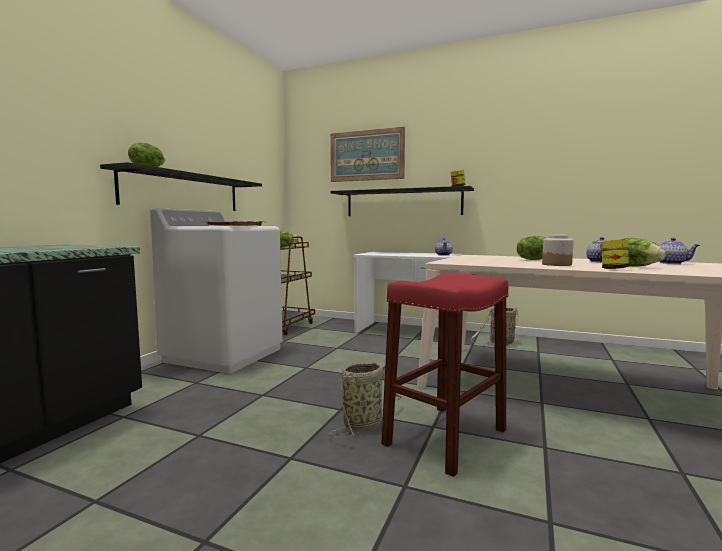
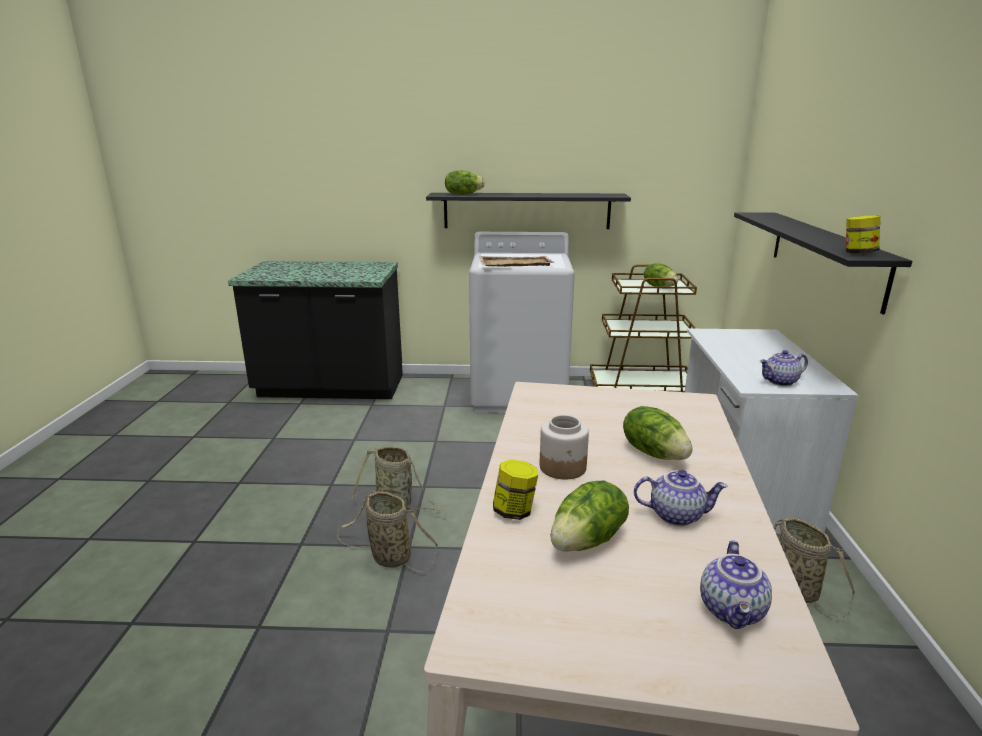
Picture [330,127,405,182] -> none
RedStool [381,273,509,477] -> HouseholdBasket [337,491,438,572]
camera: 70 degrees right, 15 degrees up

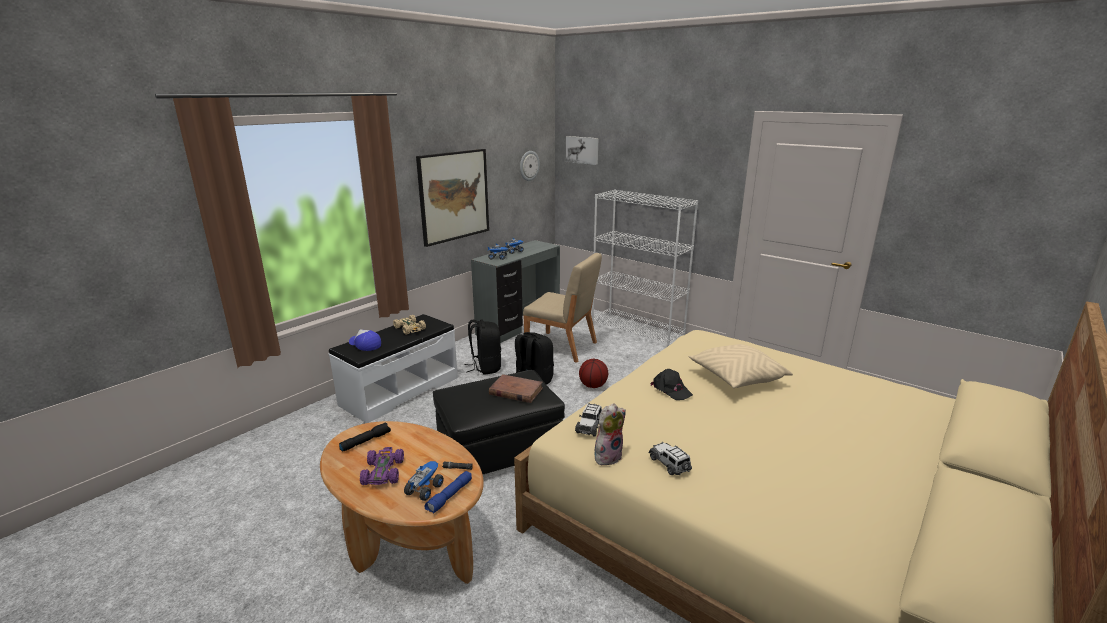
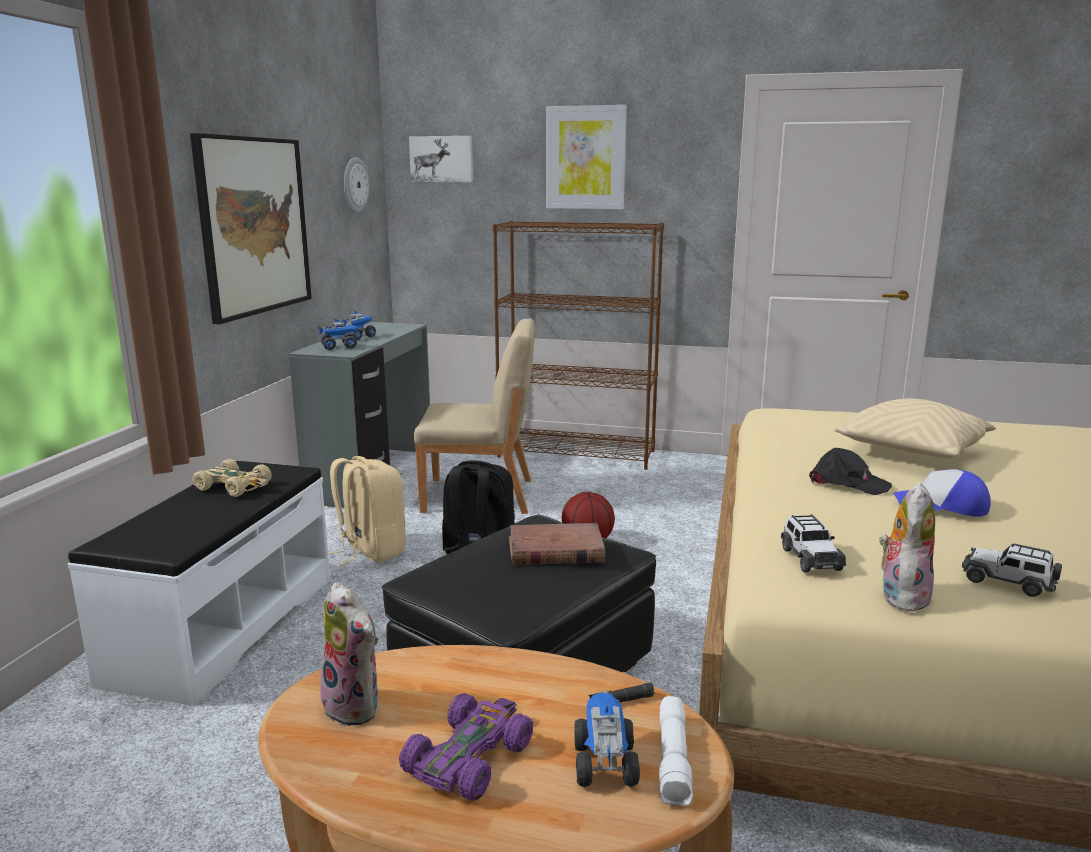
none -> Picture [546,105,627,209]
BaseballCap [349,329,381,351] -> BaseballCap [893,469,991,517], relocated
BlackHandTorch [339,422,391,452] -> CuddlyToy [318,582,378,727]
BluishHandTorch [424,471,472,514] -> WhitishHandTorch [659,696,693,805]
BlackKnapsack [464,319,501,375] -> SandColouredKnapsack [328,456,406,566]
WhitishShelvingUnit [592,189,698,347] -> BrownishShelvingUnit [493,221,664,470]
PurpleColouredMiniatureCar [360,447,404,485] -> PurpleColouredMiniatureCar [399,693,533,801], 60 degrees clockwise
camera: 25 degrees left, 5 degrees down

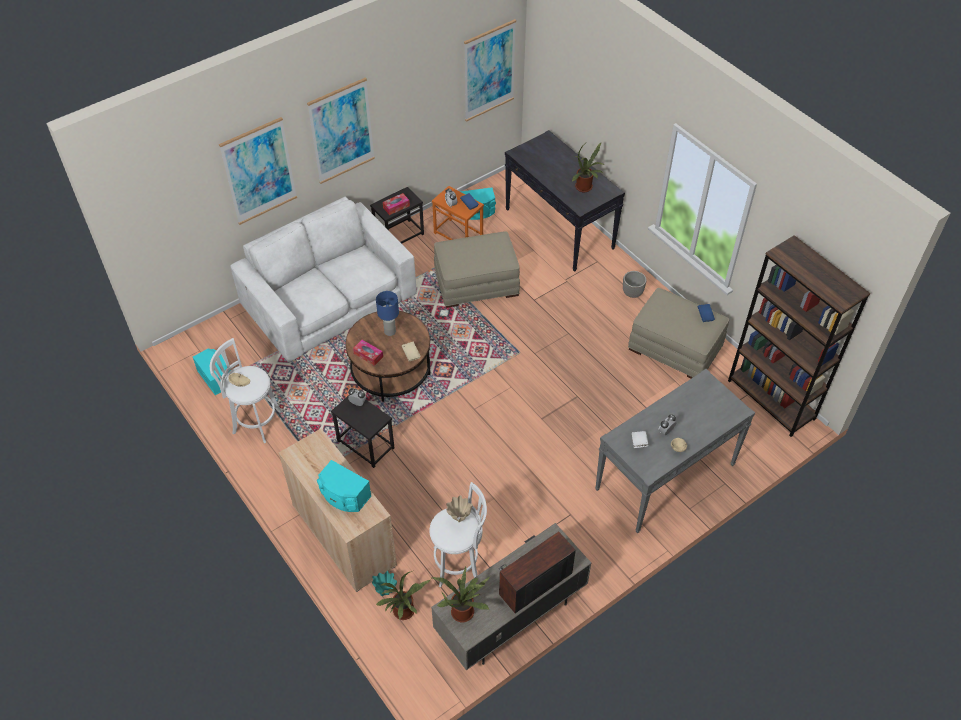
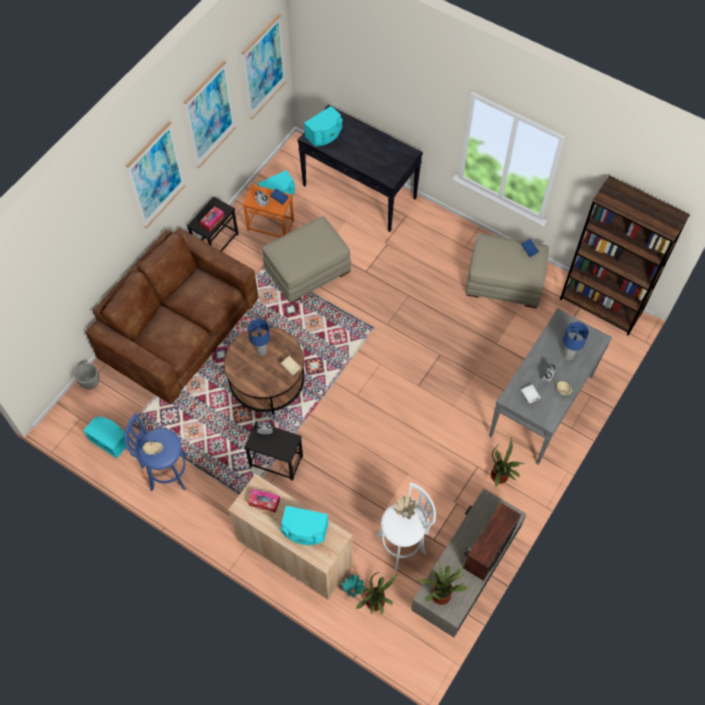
none -> BlueGreenLoudspeaker [304,106,343,146]
none -> BluishLampForATable [563,322,589,360]
Picture [219,117,297,225] -> Picture [184,60,236,168], relocated
TissueHolder [353,340,383,366] -> TissueHolder [248,489,280,513], relocated
Houseplant [572,143,605,192] -> Houseplant [491,437,525,488], relocated
Planter [623,271,647,298] -> Planter [74,363,100,390], relocated
WhitishStool [210,338,283,443] -> BluishStool [125,413,187,491]
WhitishCouch [230,196,417,362] -> BrownishCouch [86,228,259,404]
camera: 20 degrees left, 10 degrees up

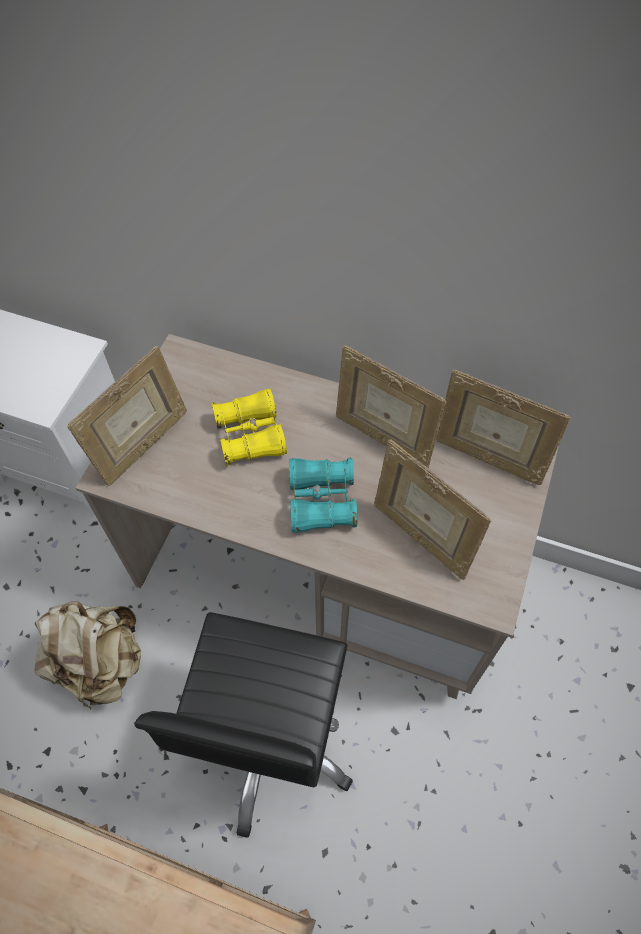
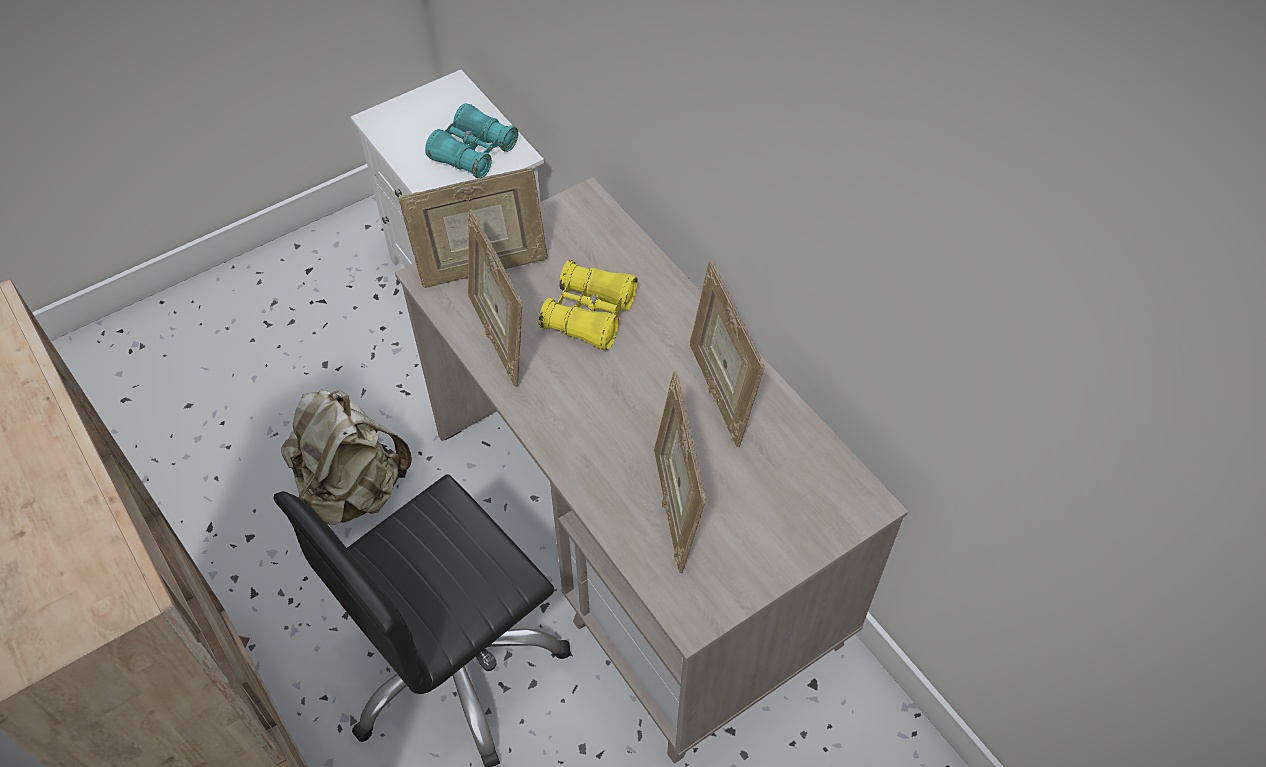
BlueGreenBinoculars [289,458,357,533] -> BlueGreenBinoculars [425,103,518,179], relocated
PictureFrame [436,370,571,485] -> PictureFrame [468,209,522,387], relocated
camera: 35 degrees right, 5 degrees down

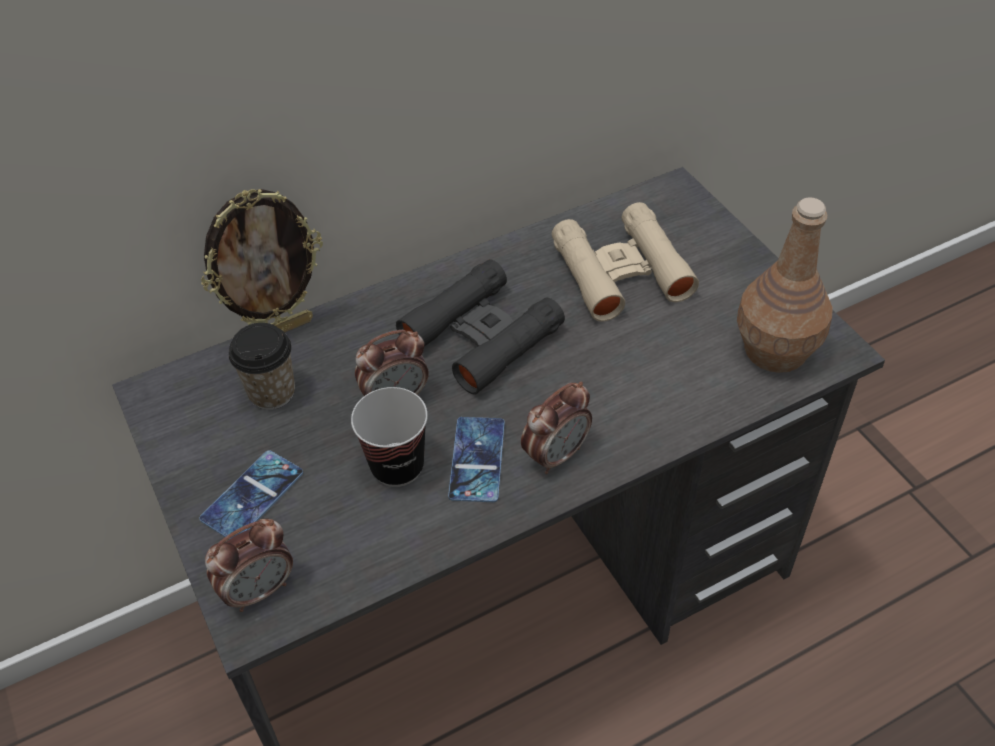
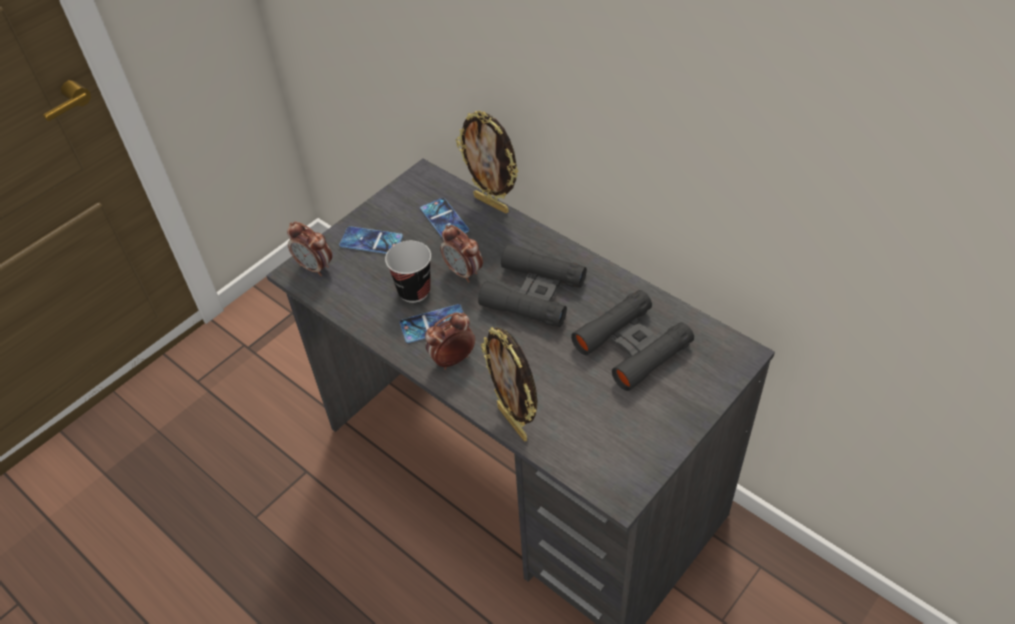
BrownishBottle [737,197,833,373] -> none
none -> PictureFrame [481,327,537,441]
Cup [229,323,295,410] -> Phone [420,198,469,237]
SandColouredBinoculars [552,202,699,322] -> BlackBinoculars [571,290,694,391]
TableClock [521,382,592,474] -> TableClock [425,312,475,370], 120 degrees clockwise
camera: 70 degrees right, 0 degrees up

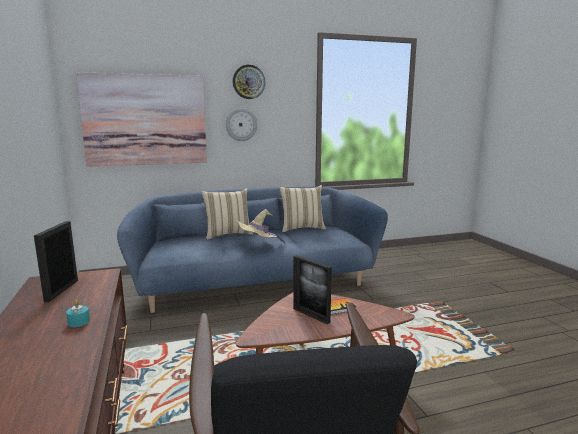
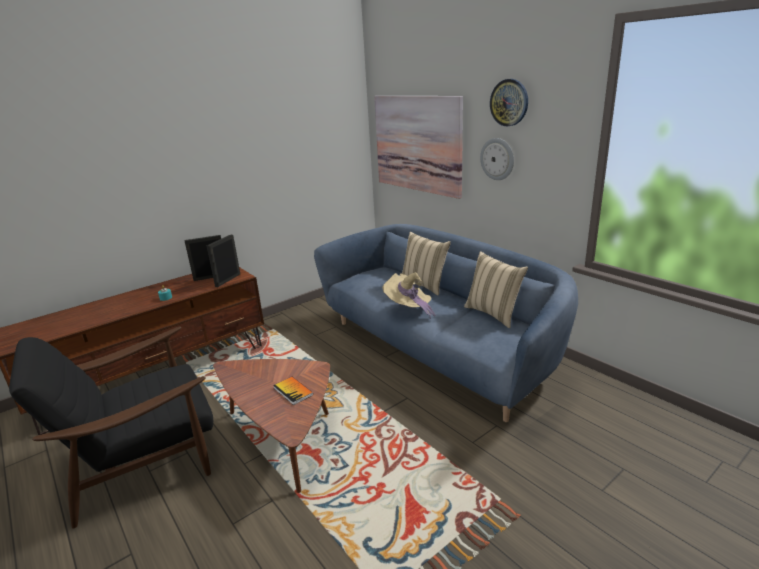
PictureFrame [293,255,332,324] -> PictureFrame [207,234,240,287], relocated
camera: 70 degrees right, 10 degrees up

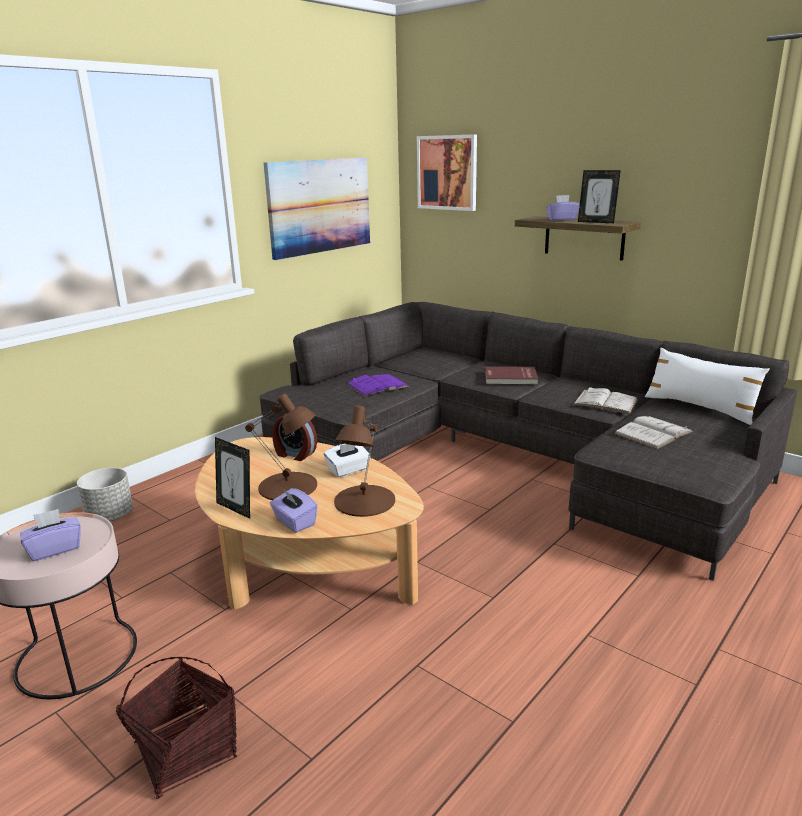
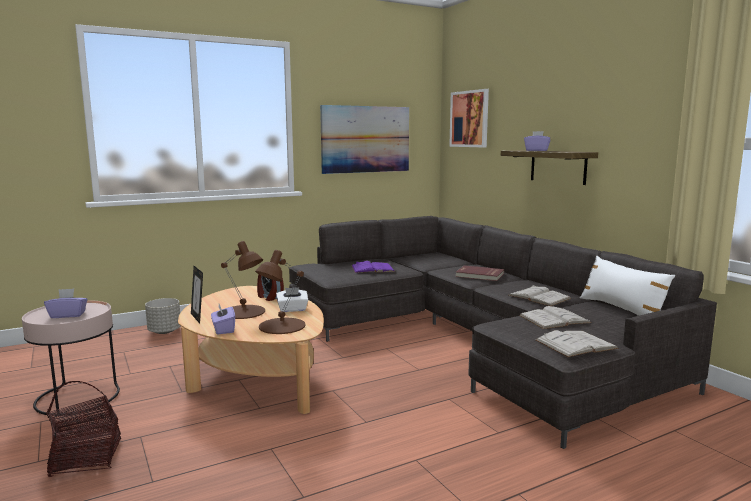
PictureFrame [578,170,621,223] -> none
none -> WhitishVolume [535,330,619,357]
camera: 20 degrees right, 10 degrees down

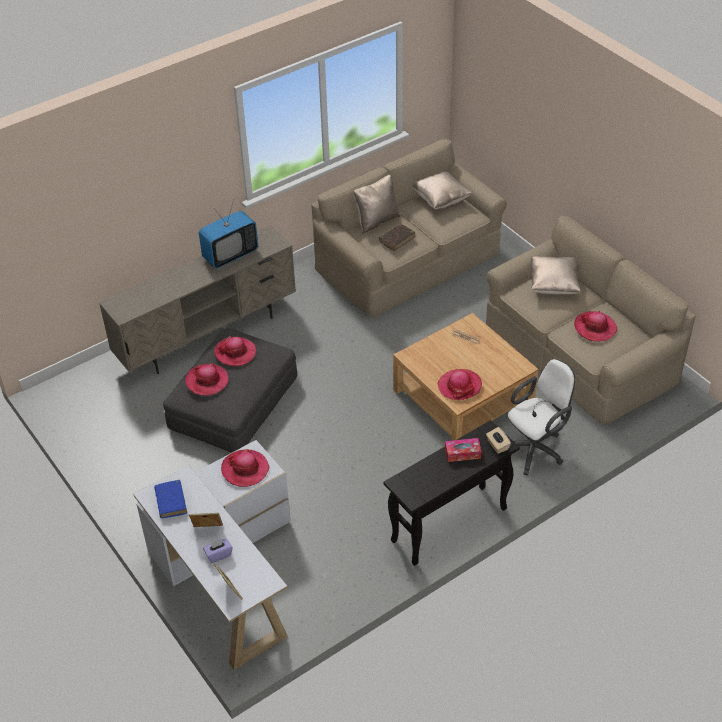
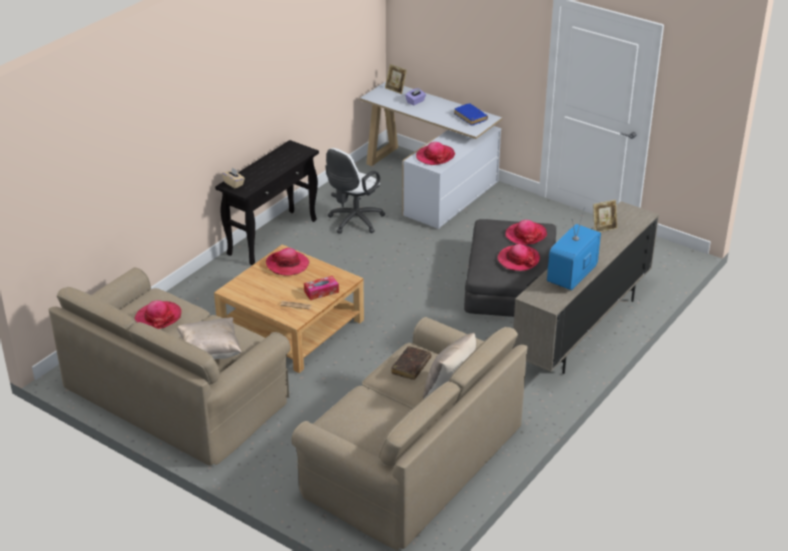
SandColouredThrowPillow [413,170,472,209] -> none
PictureFrame [189,513,223,527] -> PictureFrame [593,200,618,232], relocated
TissueHolder [445,438,481,462] -> TissueHolder [304,276,339,300], relocated
WhitishDeskChair [508,359,575,476] -> WhitishDeskChair [325,148,385,234], relocated
camera: 160 degrees right, 10 degrees down

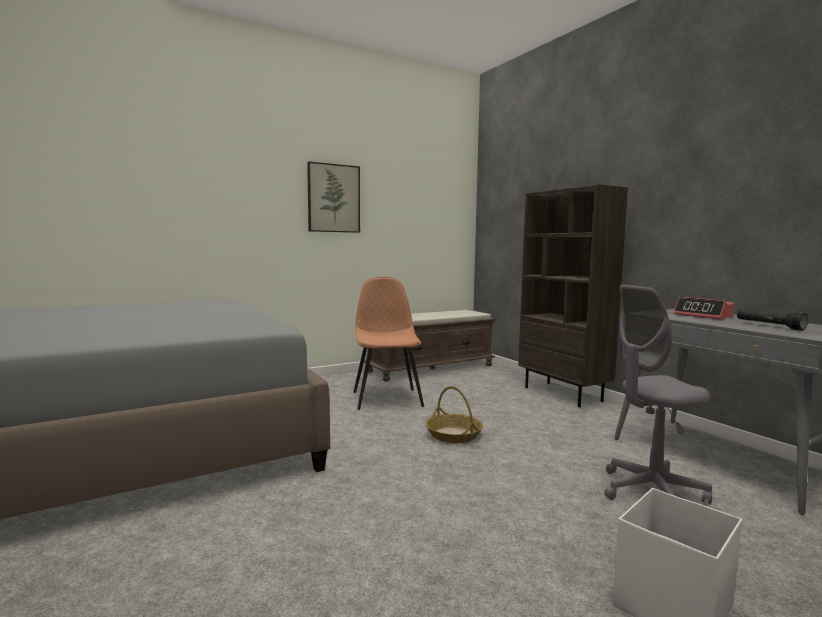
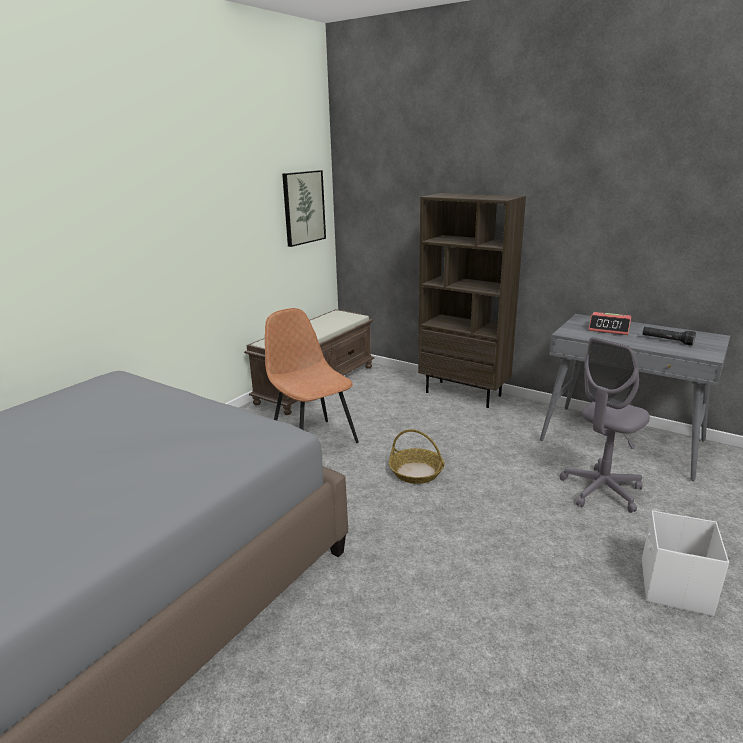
Picture [307,162,360,233] -> Picture [282,170,326,247], relocated
camera: 25 degrees left, 15 degrees up

